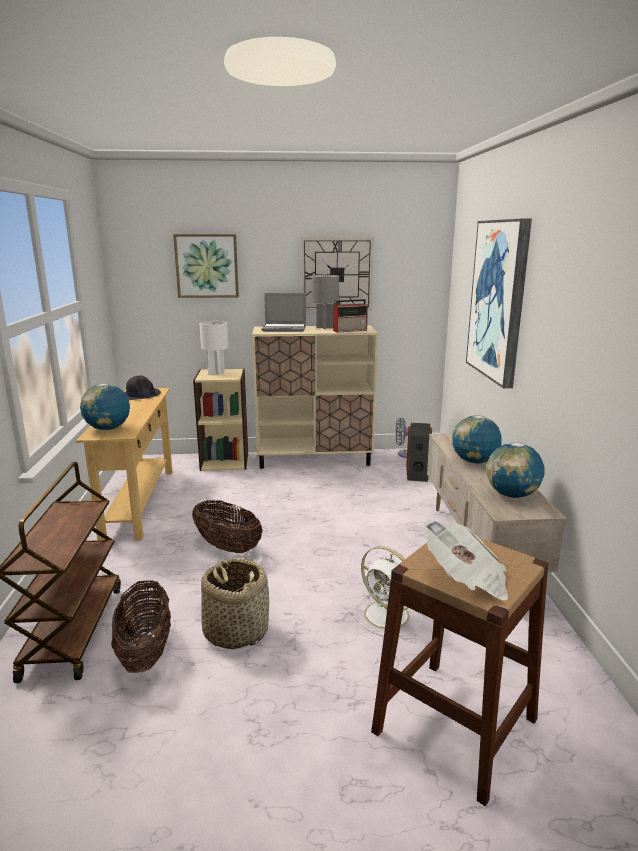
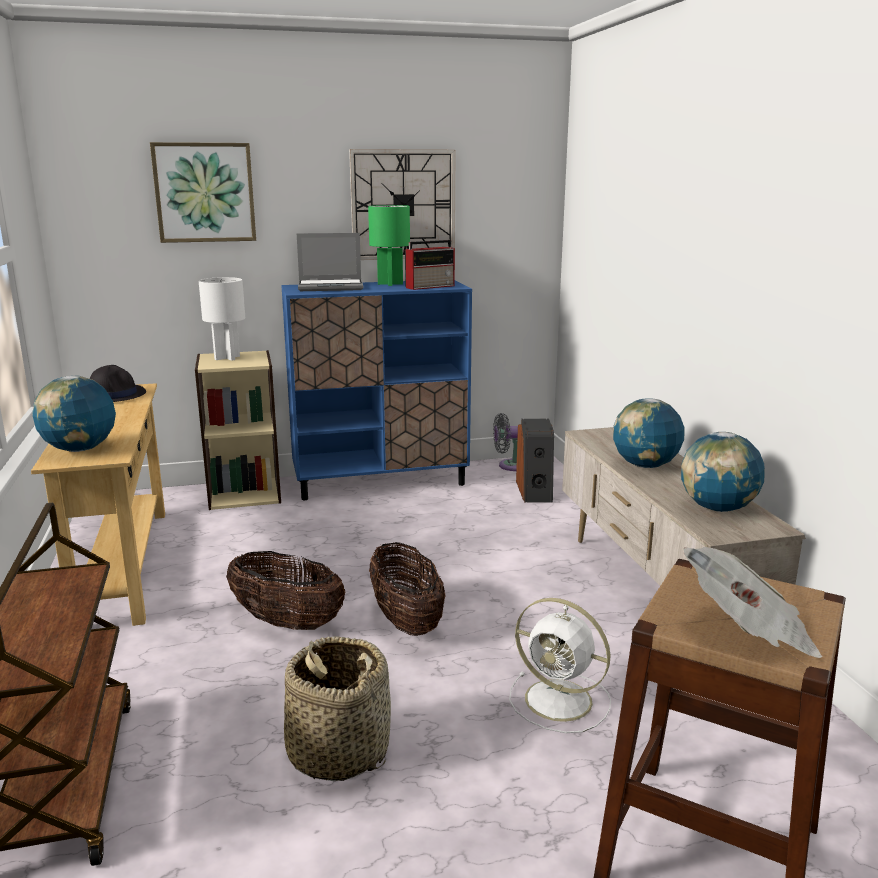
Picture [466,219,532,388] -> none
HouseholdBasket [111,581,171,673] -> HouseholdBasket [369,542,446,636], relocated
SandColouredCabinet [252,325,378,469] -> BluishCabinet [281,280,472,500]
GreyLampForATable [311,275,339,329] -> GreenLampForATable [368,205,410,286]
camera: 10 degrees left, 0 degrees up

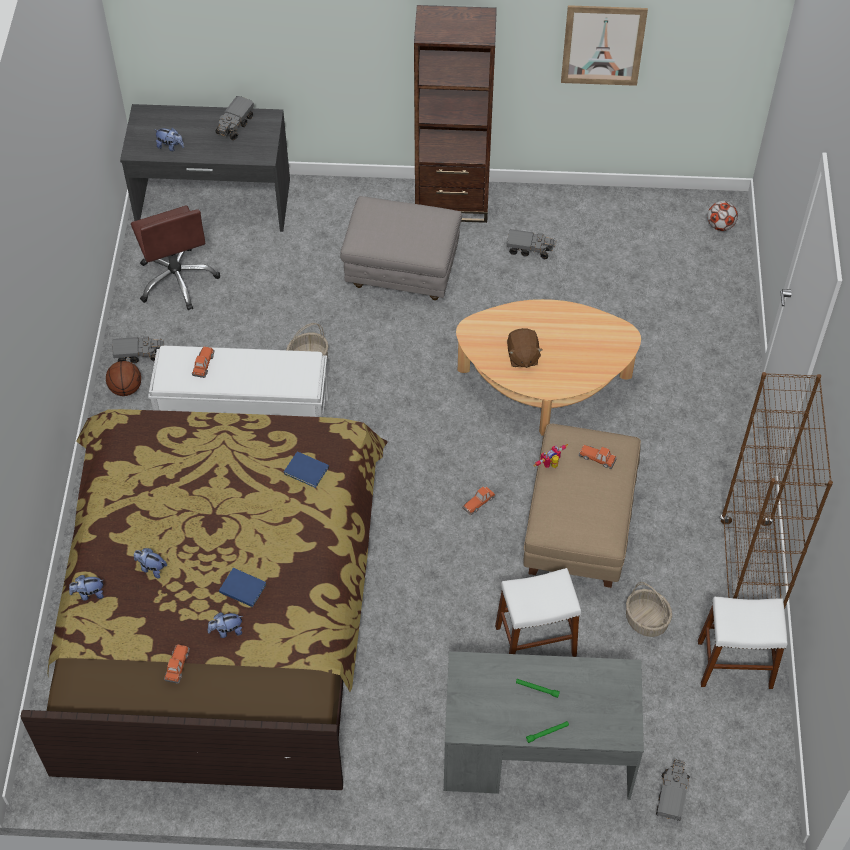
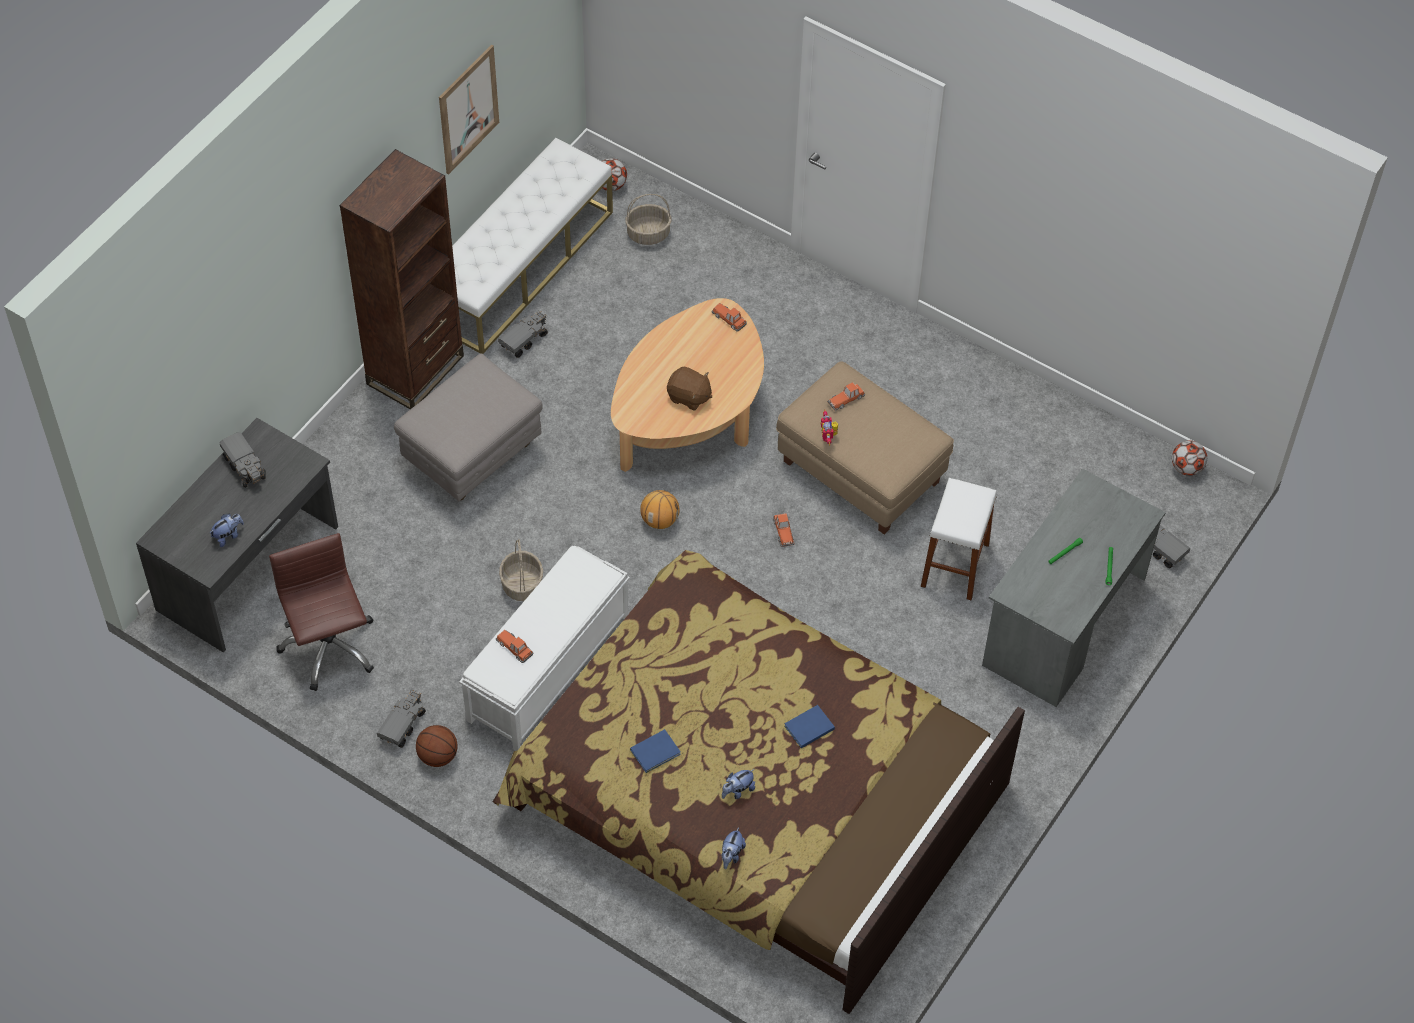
CuddlyToy [207,612,243,638] -> none
WhitishStool [698,597,787,689] -> none
BrownishShelvingUnit [720,372,833,609] -> none
none -> WhitishLongSeat [452,138,613,354]
none -> BallForBasketball [640,490,680,529]
none -> Football [1172,441,1207,476]
MiniatureCar [164,644,190,684] -> MiniatureCar [711,303,747,332], relocated
BluishVolume [284,451,329,488] -> BluishVolume [630,729,681,773], relocated
HouseholdBasket [626,582,672,637] -> HouseholdBasket [625,194,672,245], relocated
BrownishDeskChair [131,205,220,310] -> BrownishDeskChair [269,533,374,691], 120 degrees counterclockwise
camera: 60 degrees left, 0 degrees up

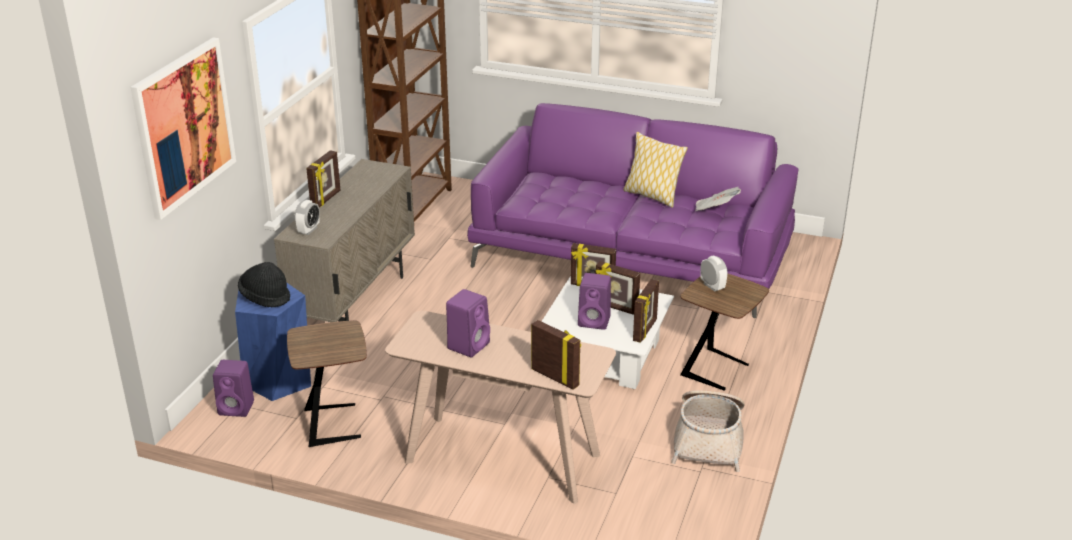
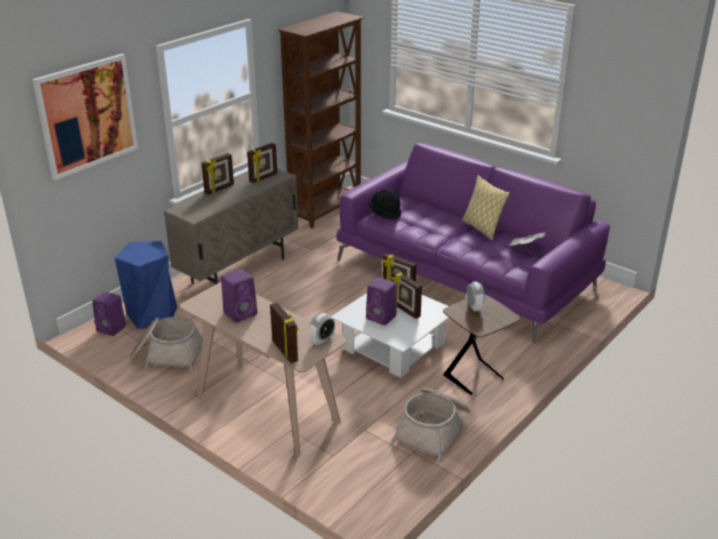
BlackHat [238,262,290,307] -> BlackHat [369,189,402,219], relocated
TableClock [295,200,320,235] -> TableClock [309,313,335,346], relocated
PictureFrame [633,279,659,343] -> PictureFrame [247,143,277,183], relocated
BrownishSideTable [287,320,367,447] -> HouseholdBasket [130,317,203,372]
camera: 20 degrees right, 0 degrees up

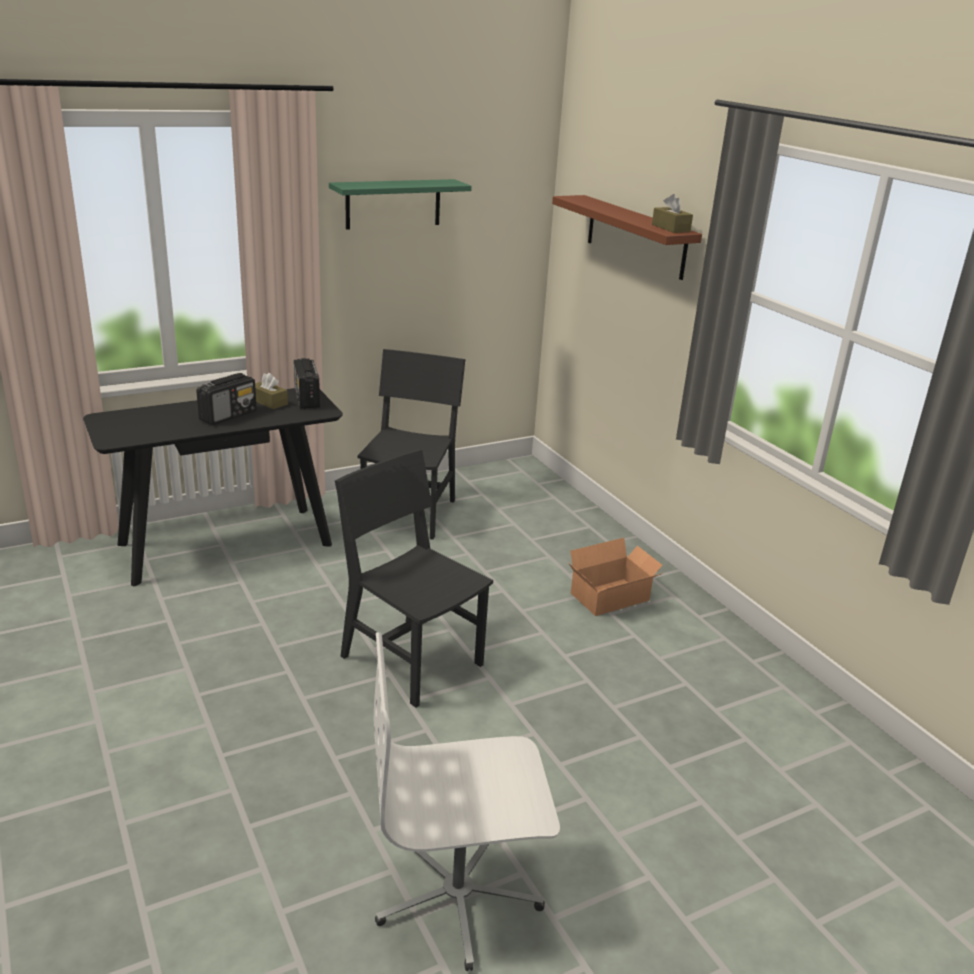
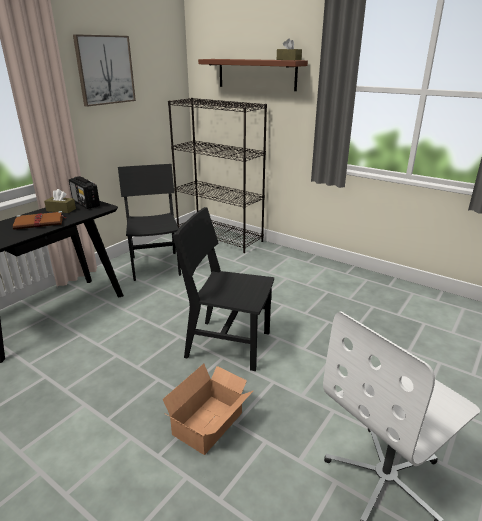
none -> BlackShelvingUnit [168,98,267,253]
CardboardBox [568,538,663,616] -> CardboardBox [163,363,254,455], relocated
RadioSet [196,373,257,425] -> BrownishVolume [13,211,66,230]
GreenWallShelf [329,179,472,230] -> Picture [73,34,136,107]
camera: 25 degrees left, 0 degrees up

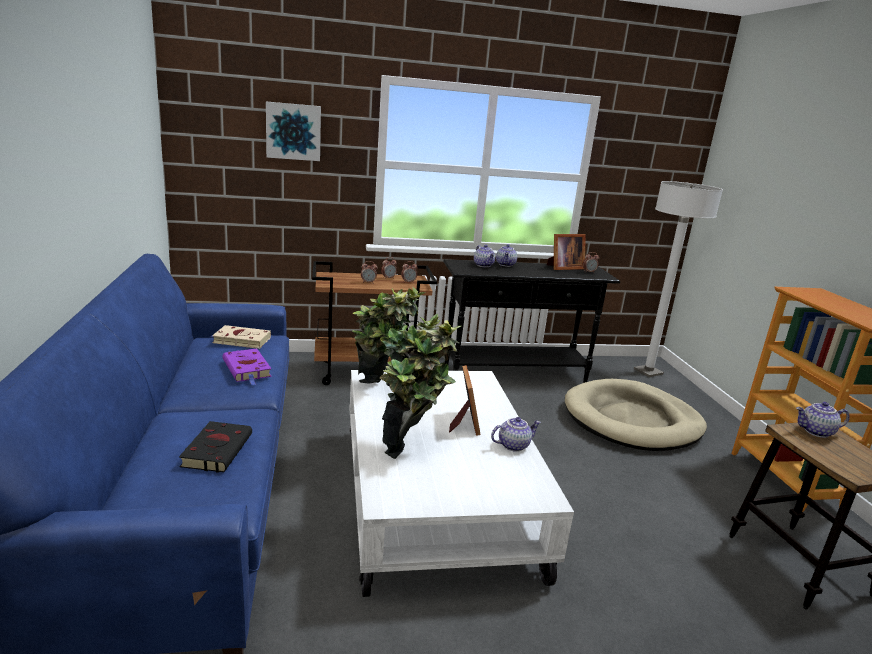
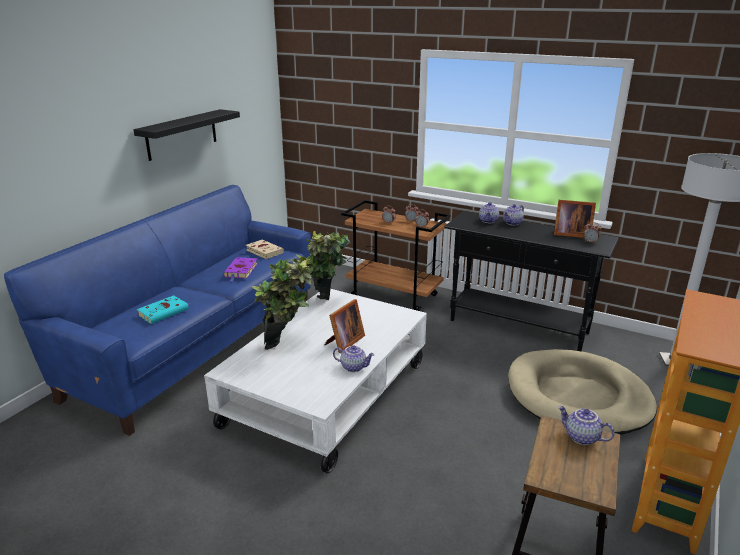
Picture [266,102,321,161] -> none
none -> BlackWallShelf [133,109,240,161]
BlackVolume [179,421,252,473] -> BlueGreenVolume [137,295,190,324]
camera: 40 degrees right, 5 degrees up

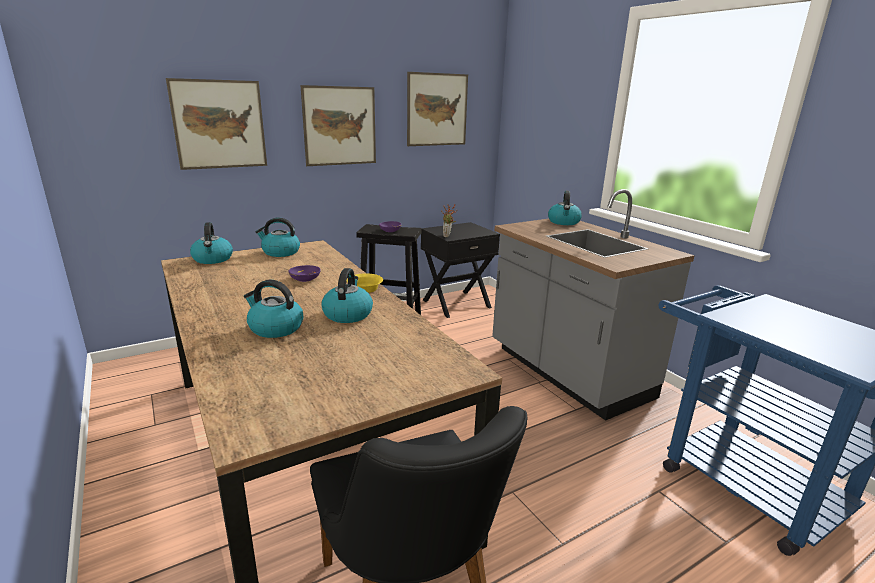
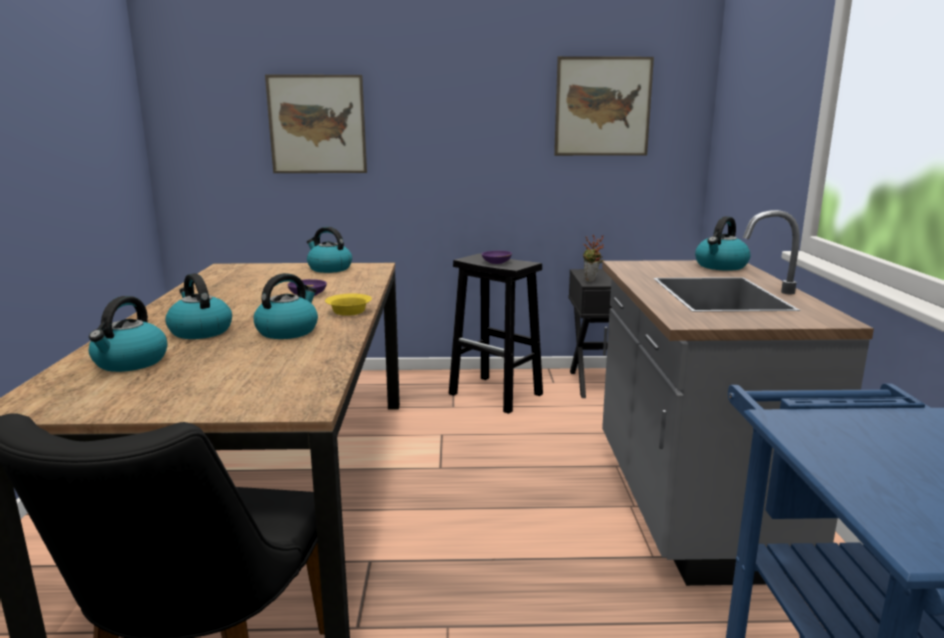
Picture [300,85,376,166] -> none
TeaKettle [190,222,233,264] -> TeaKettle [89,296,167,372], relocated
camera: 30 degrees right, 5 degrees down

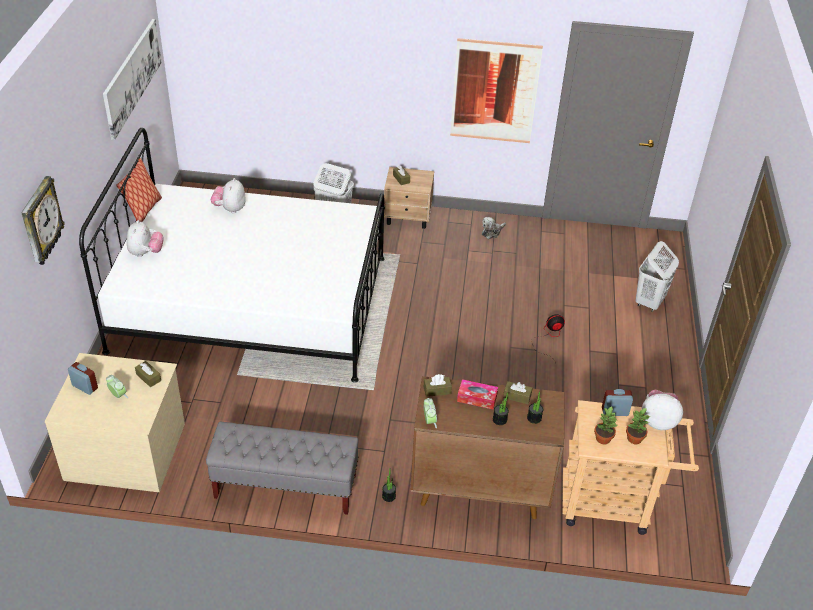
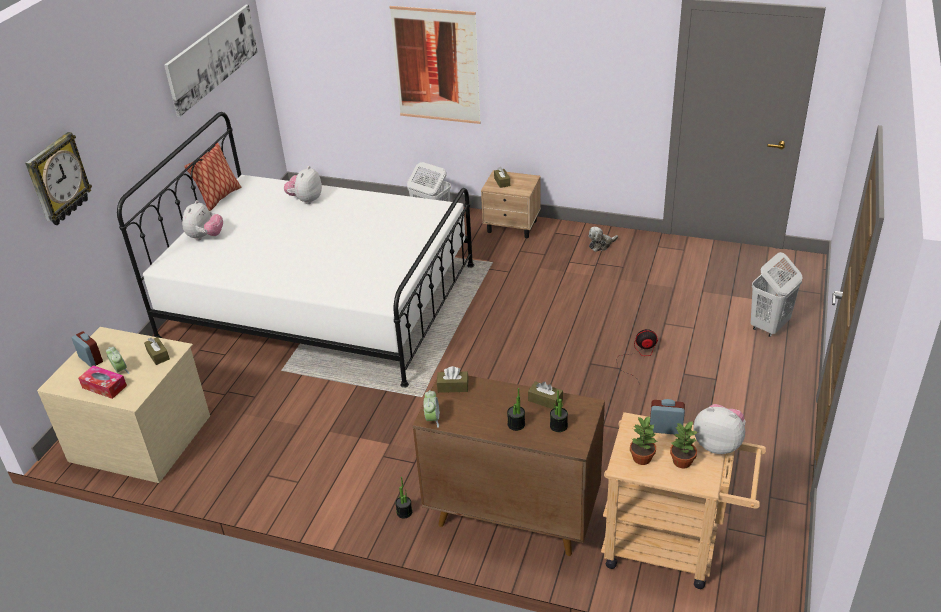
GreyLongSeat [206,421,358,515] -> none
Picture [450,38,543,143] -> Picture [390,6,481,124], relocated
TissueHolder [457,379,498,409] -> TissueHolder [78,365,127,399], relocated
camera: 15 degrees right, 5 degrees down

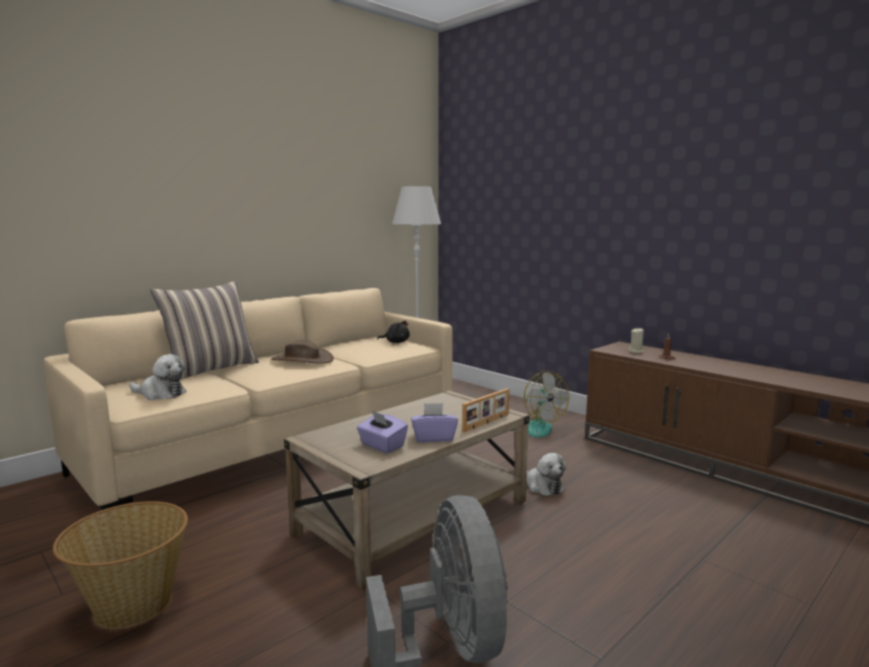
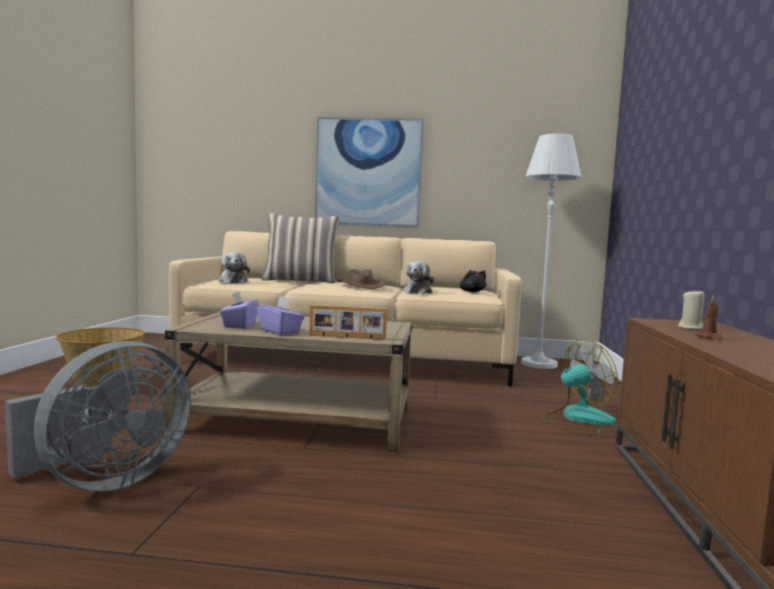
none -> Picture [315,117,424,228]
CuddlyToy [527,453,567,496] -> CuddlyToy [404,261,434,294], relocated
Fan [512,371,569,438] -> Fan [543,339,618,435], 135 degrees counterclockwise
camera: 50 degrees right, 5 degrees down

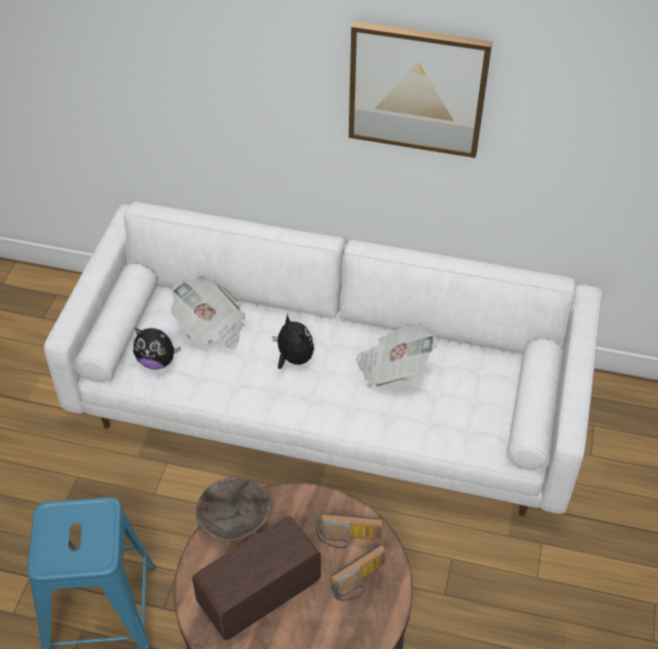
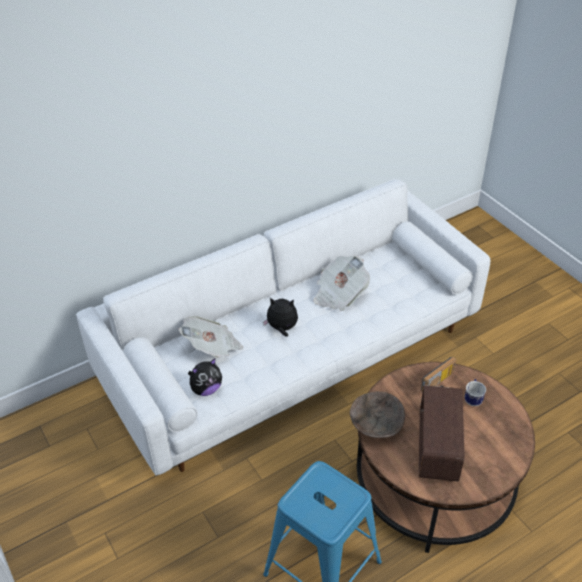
Picture [349,22,492,158] -> none
RadioSet [330,545,386,601] -> TeaMug [465,379,486,406]
camera: 45 degrees left, 5 degrees down

